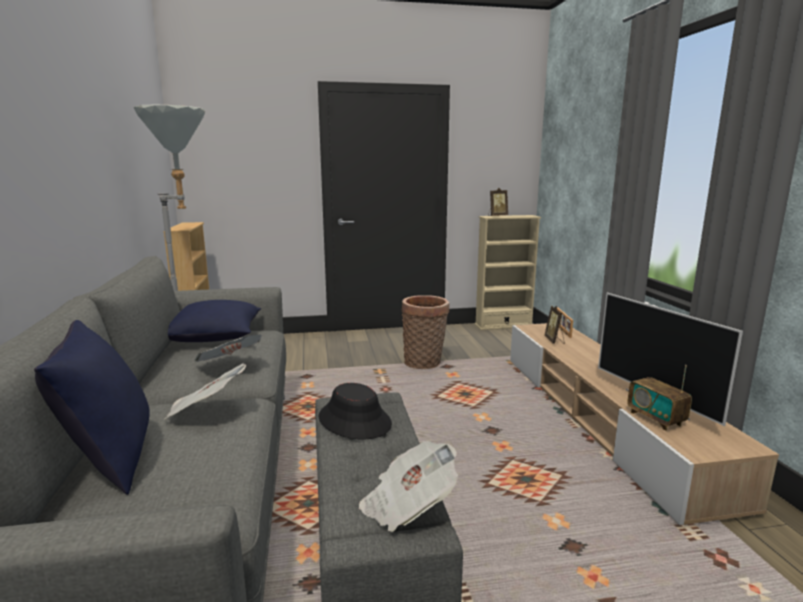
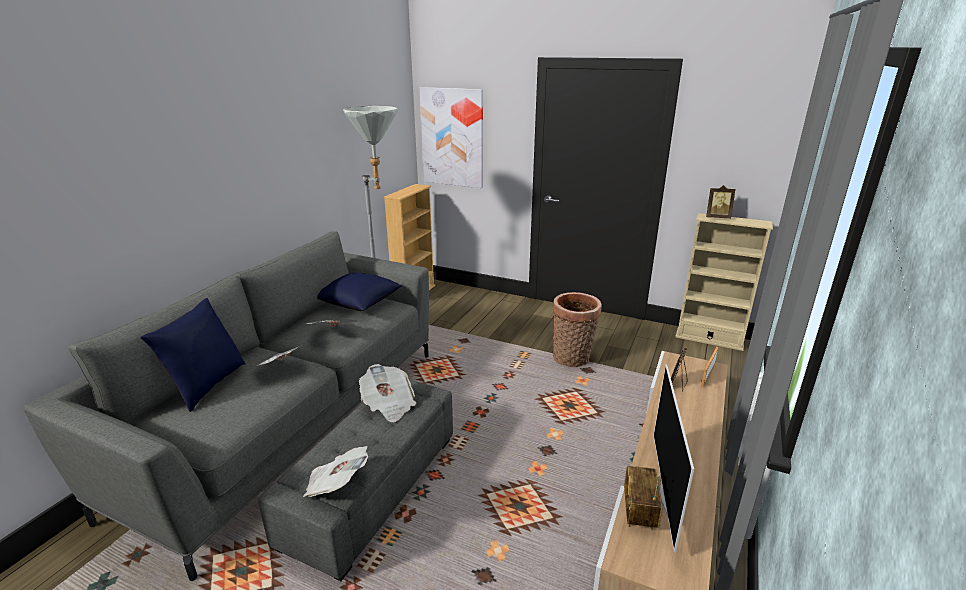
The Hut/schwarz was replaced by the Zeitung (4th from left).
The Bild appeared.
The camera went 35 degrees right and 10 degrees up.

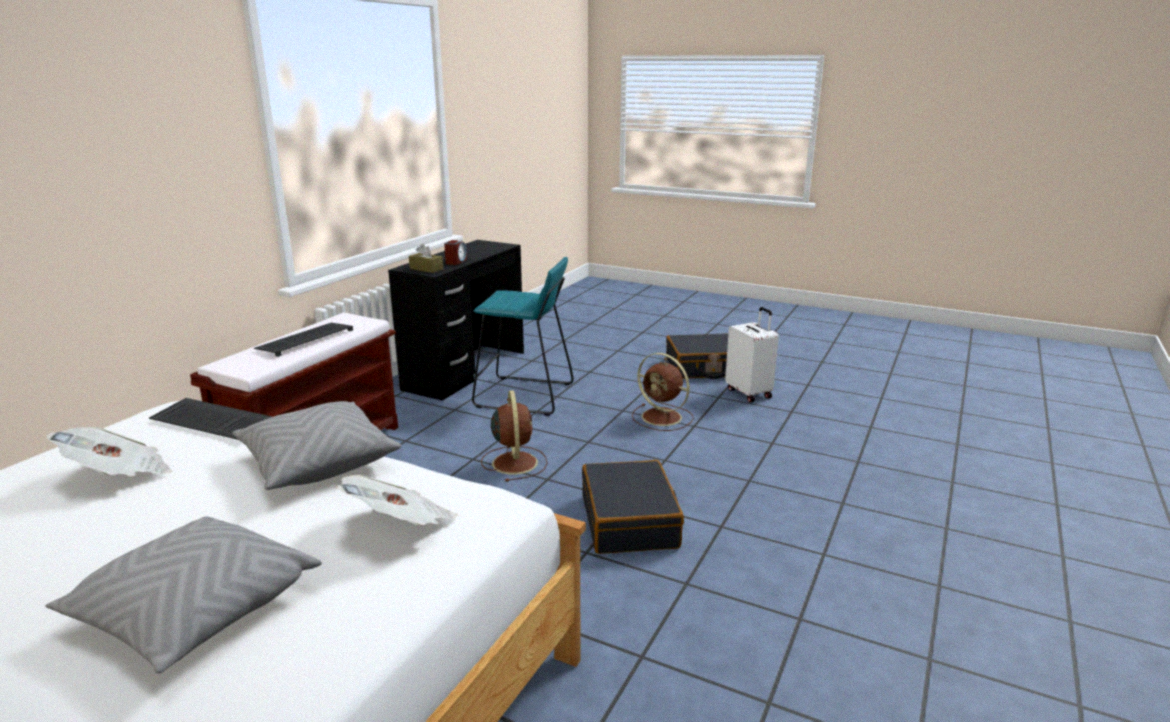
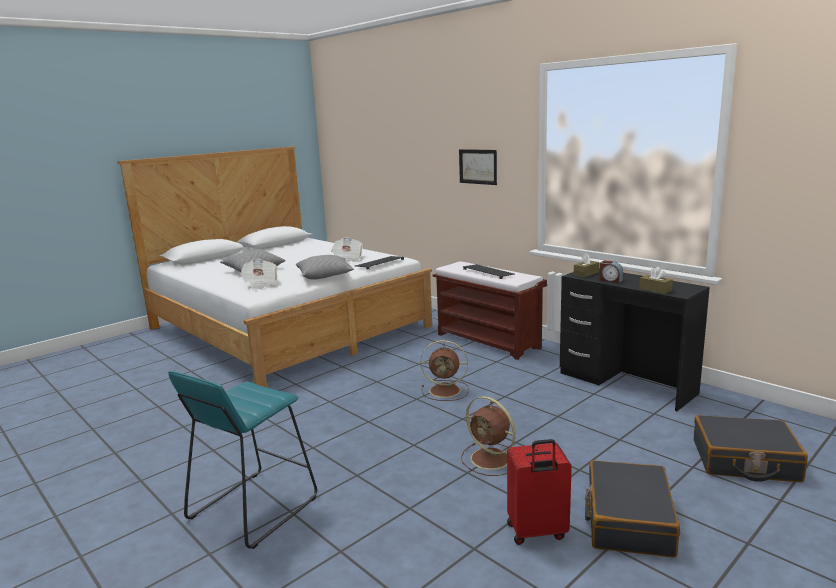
The Hocker/türkis moved.
The Koffer/weiß became the Koffer/rot.
The Ventilator/braun (2nd from left) turned 105 degrees counterclockwise.
The Koffer/schwarz (1st from left in the first image) moved.
The Bild appeared.
The Taschentuchbox/braun (2nd from left) appeared.
The camera went 110 degrees right and 5 degrees down.

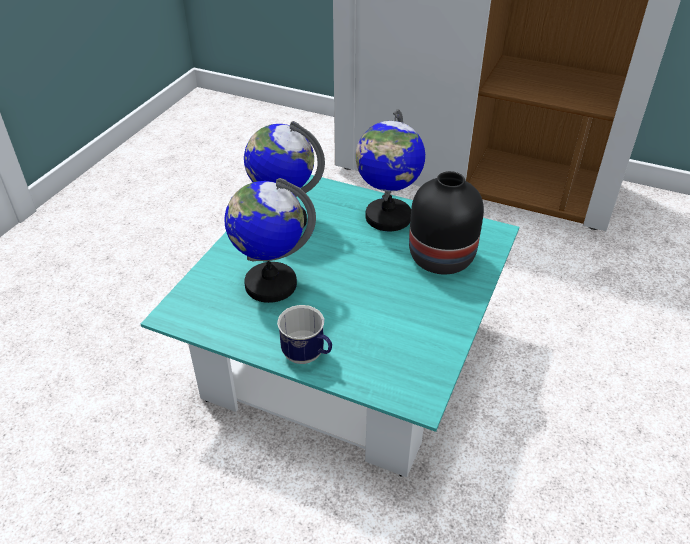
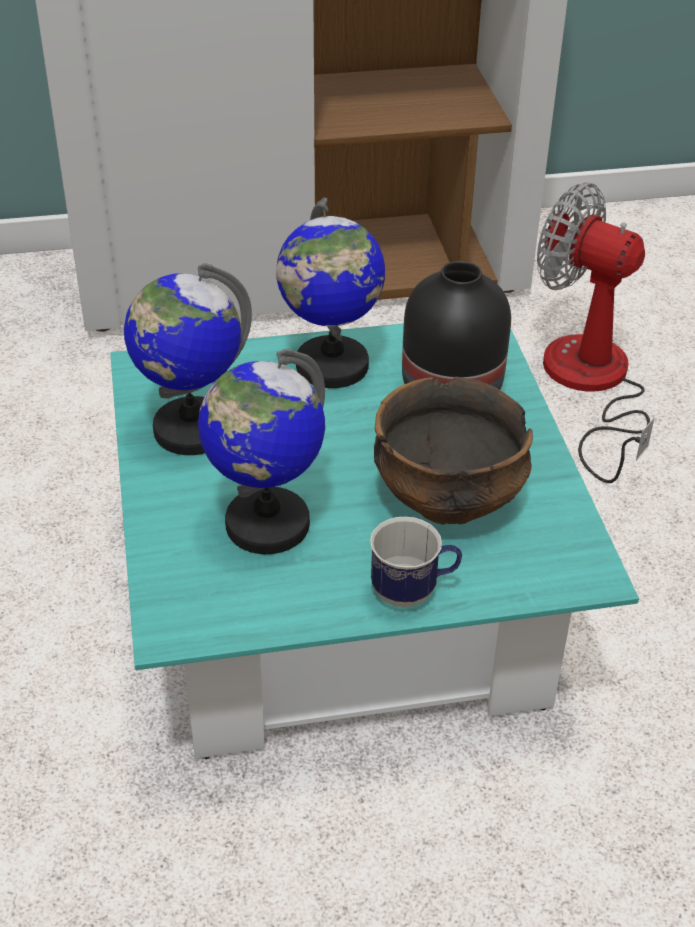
The Ventilator appeared.
The Schüssel appeared.
The camera went 35 degrees left and 0 degrees up.

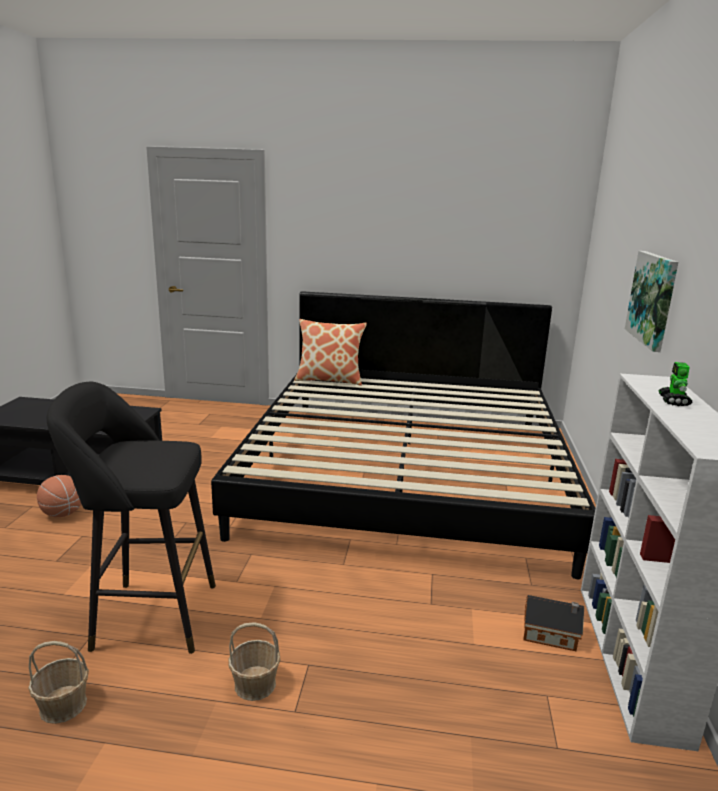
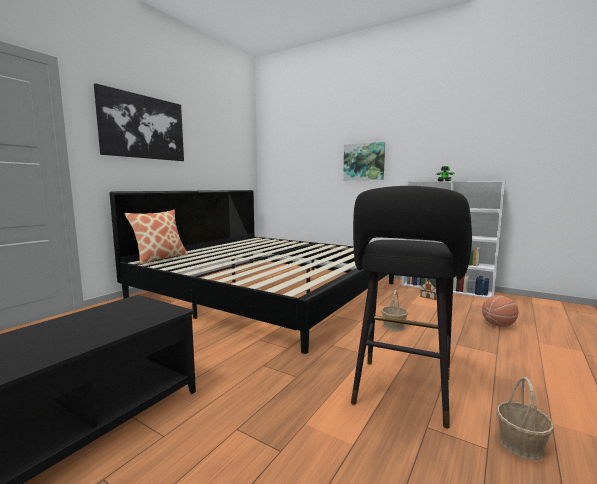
The Basketball moved.
The Korb (2nd from left in the first image) moved.
The Bild (1st from left) appeared.
The camera went 65 degrees left and 10 degrees down.

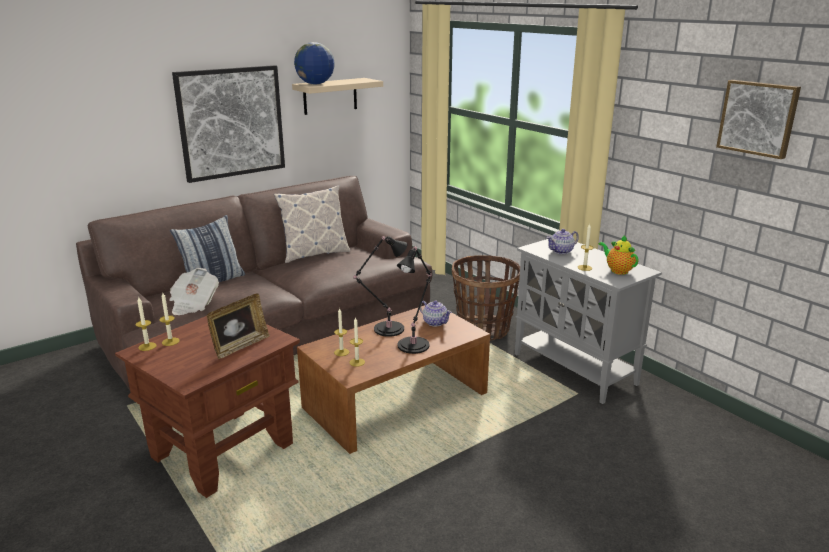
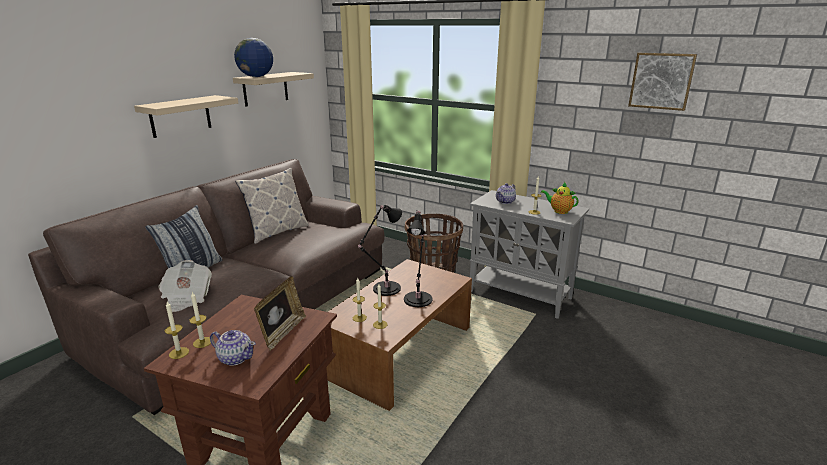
The Bild (1st from left) was replaced by the Wandregal/beige (1st from left).
The Teekanne (1st from left) moved.
The camera went 20 degrees left and 0 degrees up.

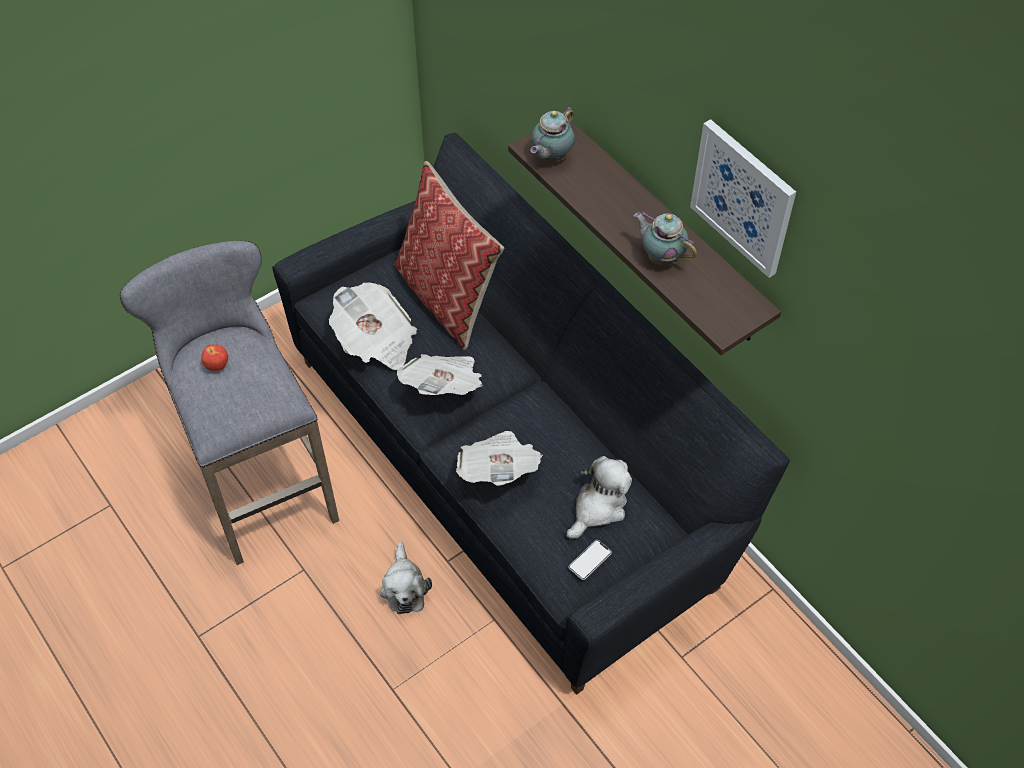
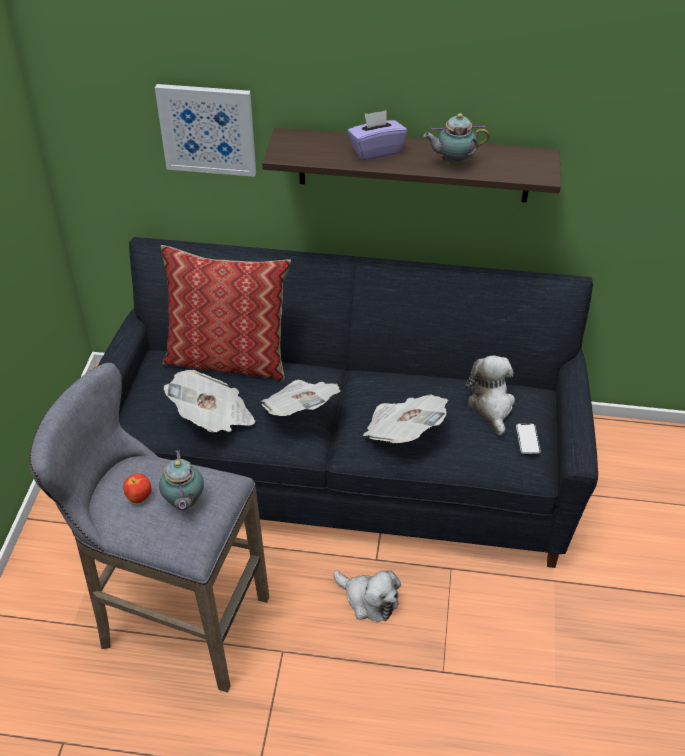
The Teekanne (1st from left) moved.
The Bild moved.
The Taschentuchbox/lila appeared.
The camera went 45 degrees left and 10 degrees down.

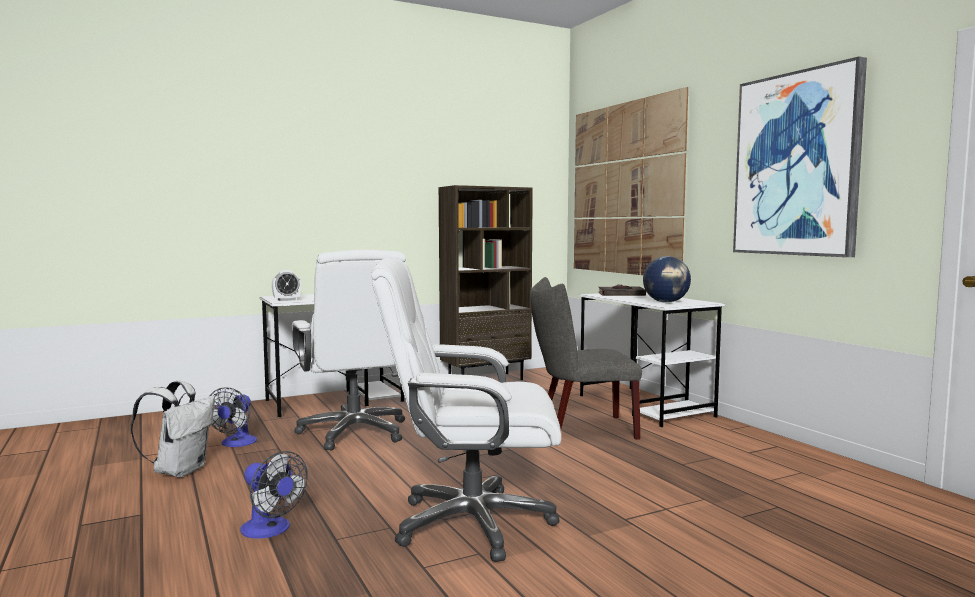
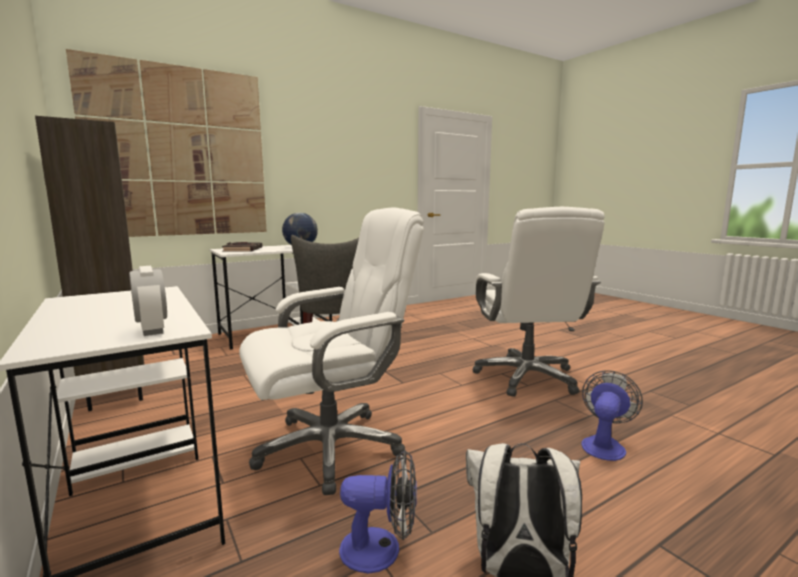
The Bild (2nd from left) disappeared.
The camera went 95 degrees left and 5 degrees up.

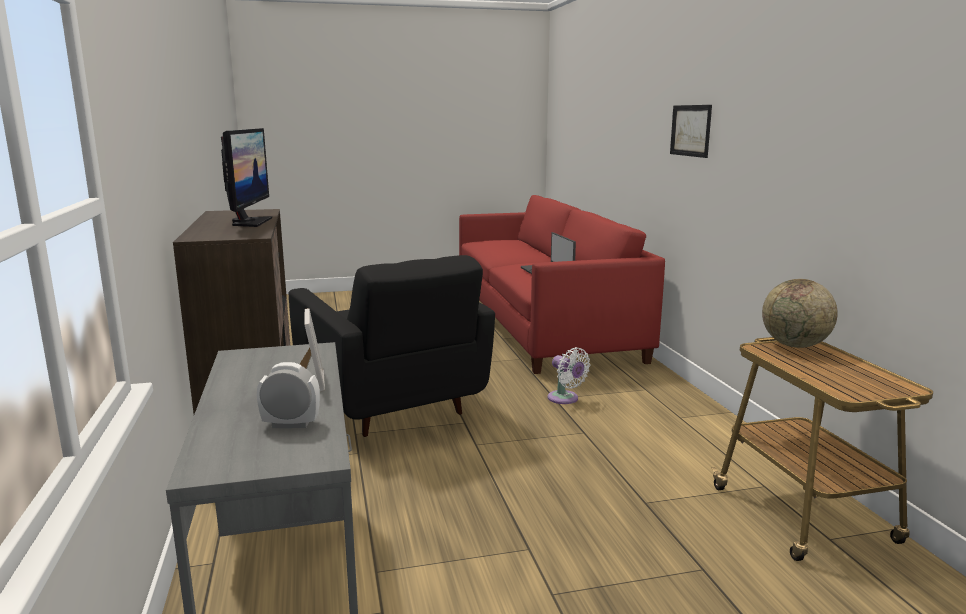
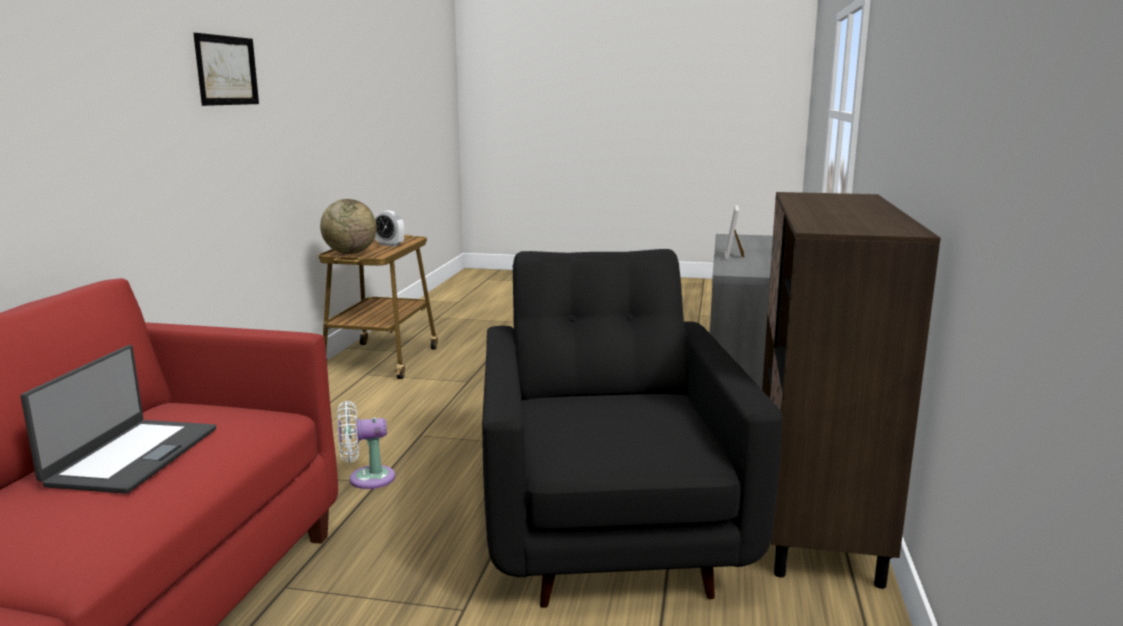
The Bild moved.
The Monitor disappeared.
The Ventilator/weiß turned 90 degrees counterclockwise.
The Wecker moved.
The camera went 155 degrees left and 0 degrees up.

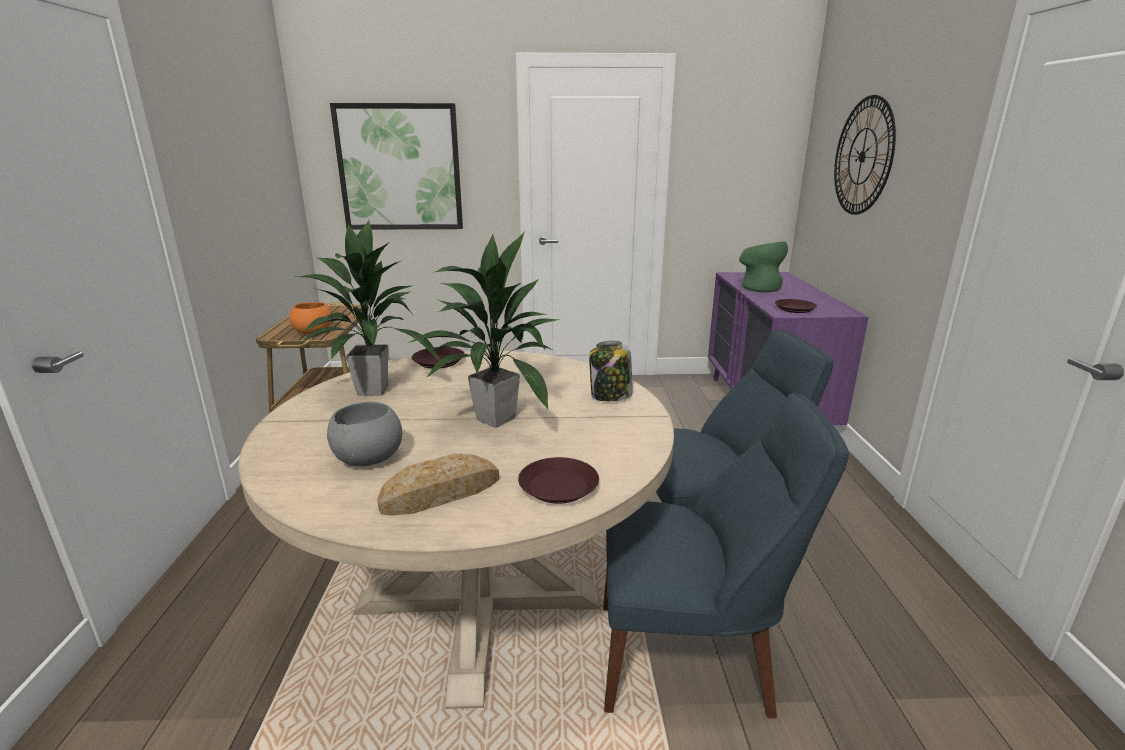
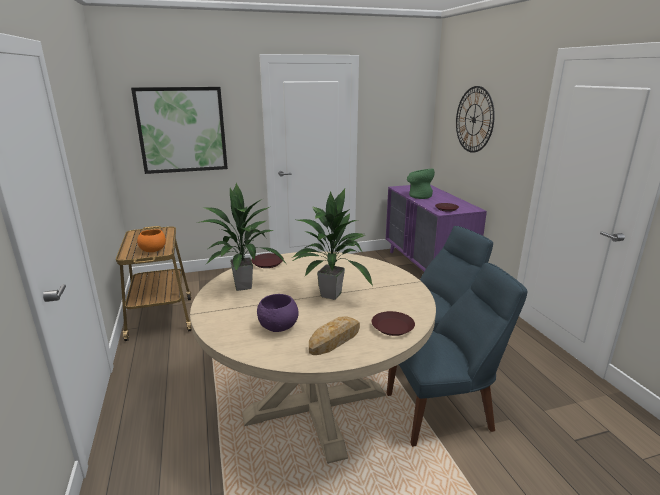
The Vorratsglas disappeared.
The Schüssel/grau became the Schüssel/lila.
The camera went 15 degrees left and 0 degrees up.

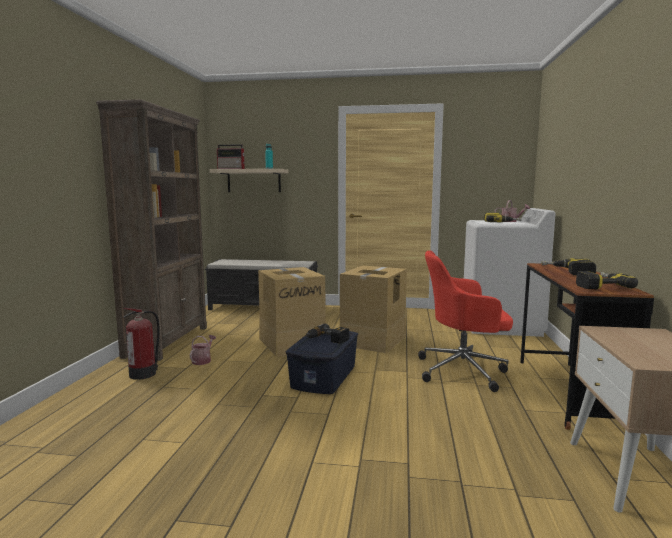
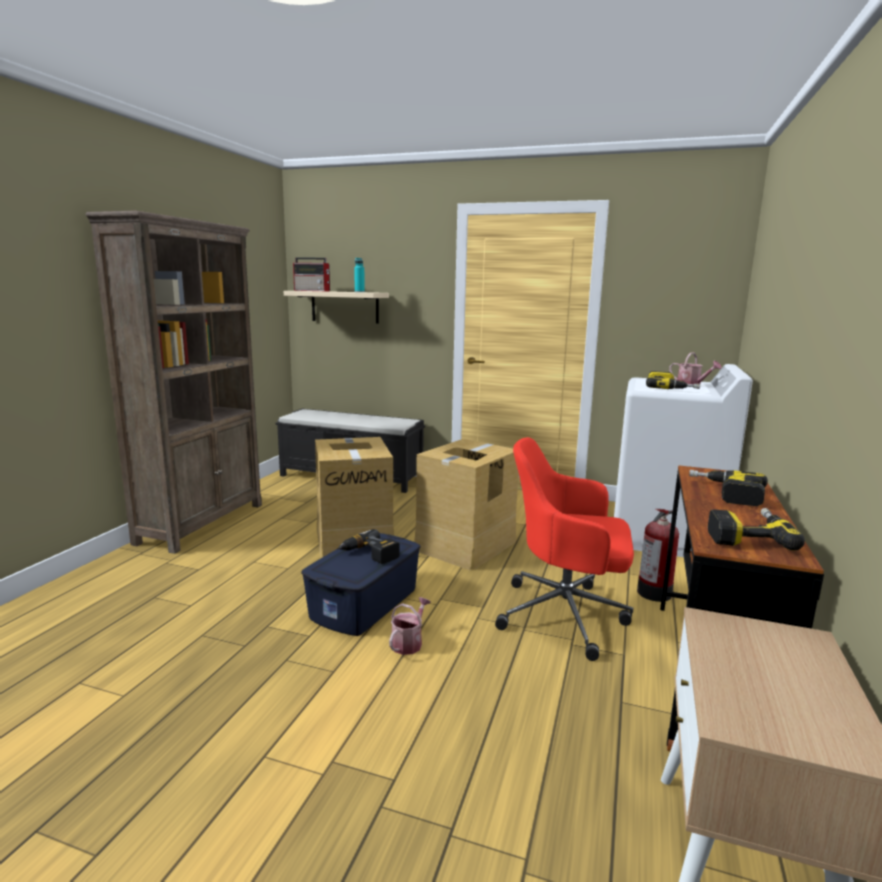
The Feuerlöscher moved.
The Gießkanne (1st from left) moved.
The camera went 10 degrees right and 5 degrees up.

